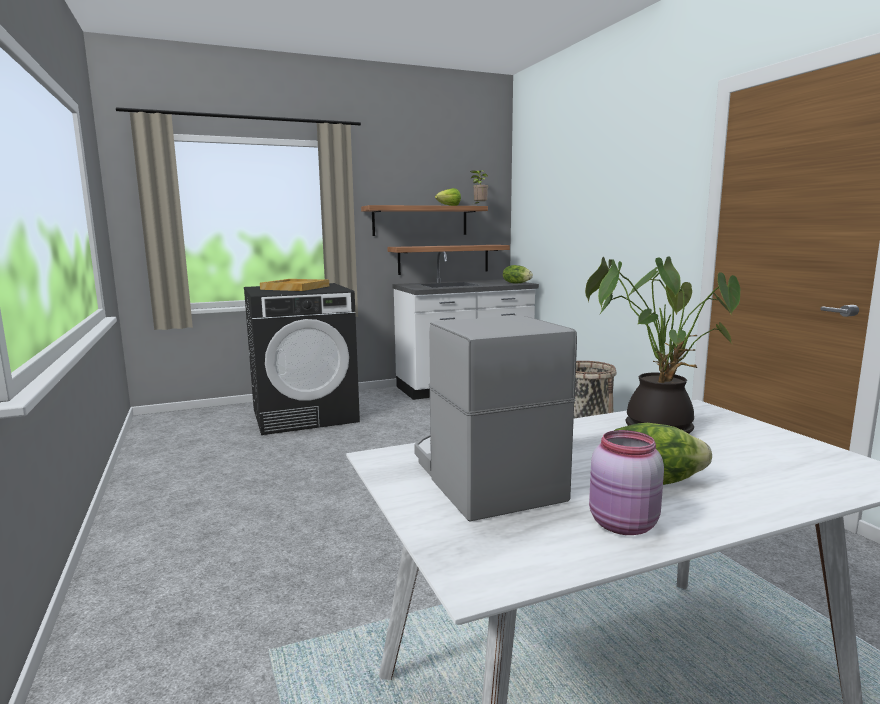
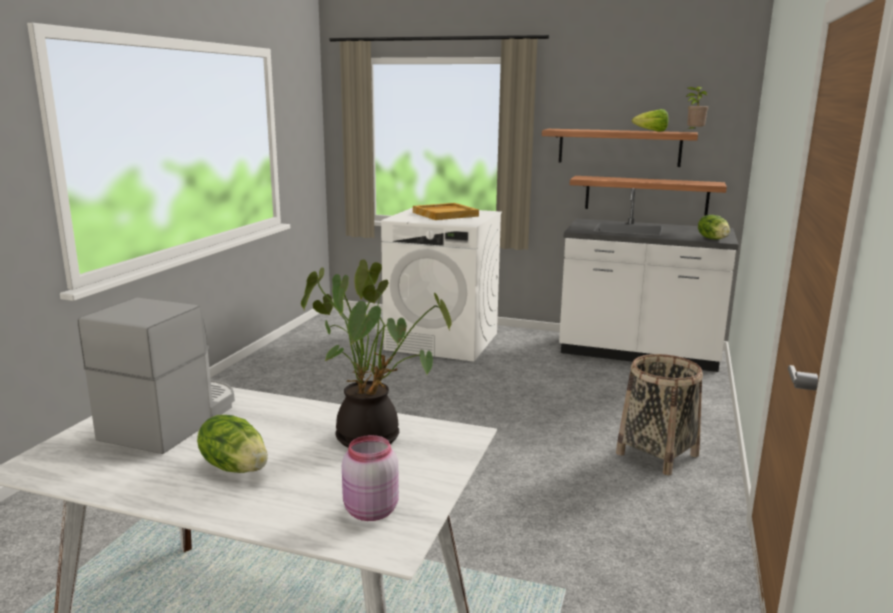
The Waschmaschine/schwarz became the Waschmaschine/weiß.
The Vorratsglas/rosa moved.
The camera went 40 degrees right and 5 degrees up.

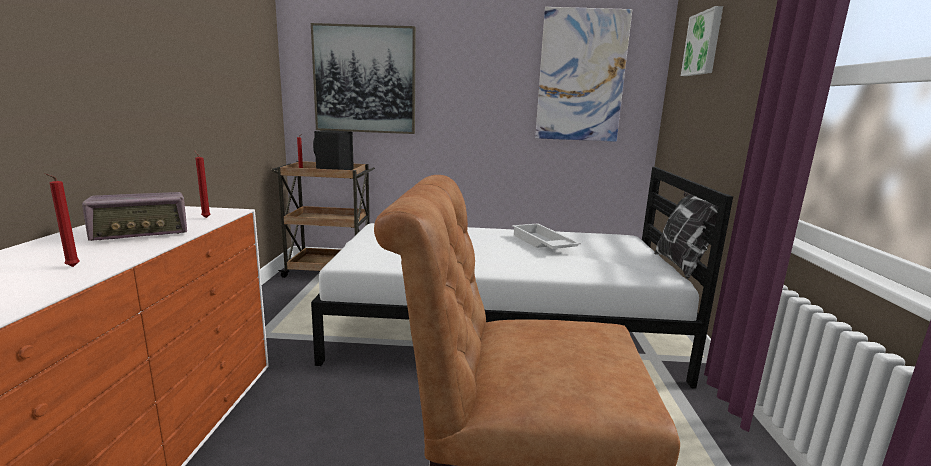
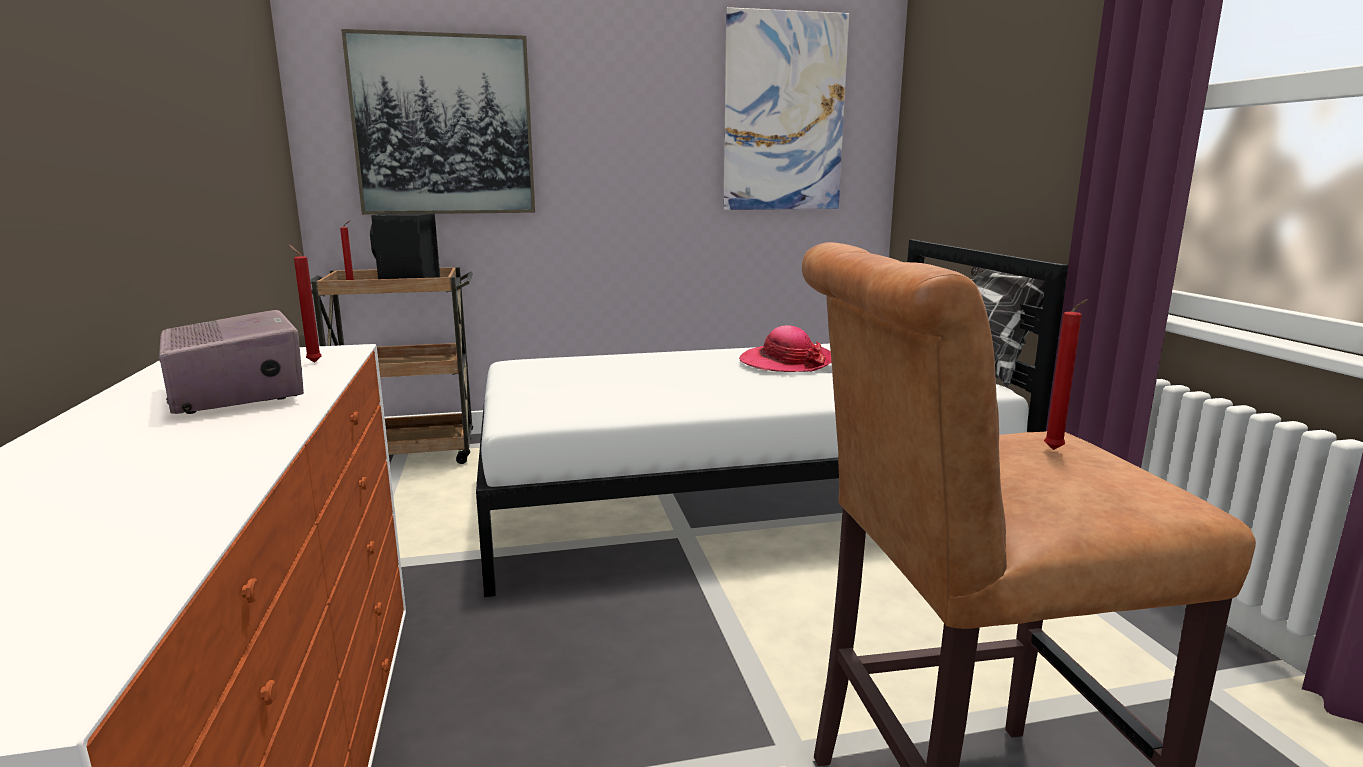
The Bild (3rd from left) disappeared.
The Kerze/rot (1st from left in the first image) moved.
The Radio turned 75 degrees counterclockwise.
The Tablett/weiß was replaced by the Hut.
The camera went 15 degrees left and 0 degrees up.

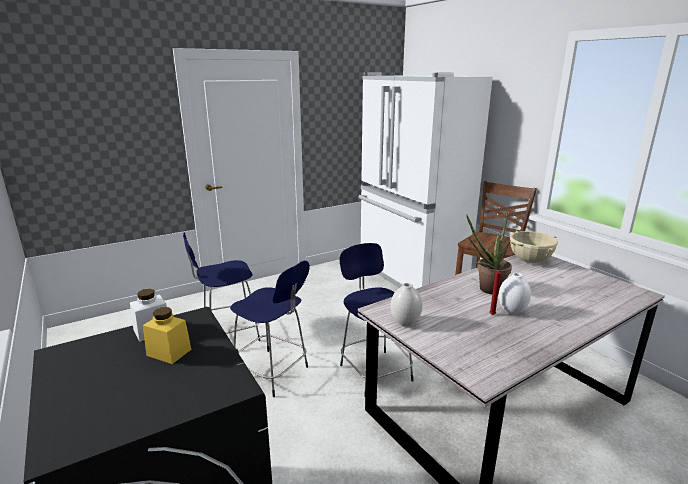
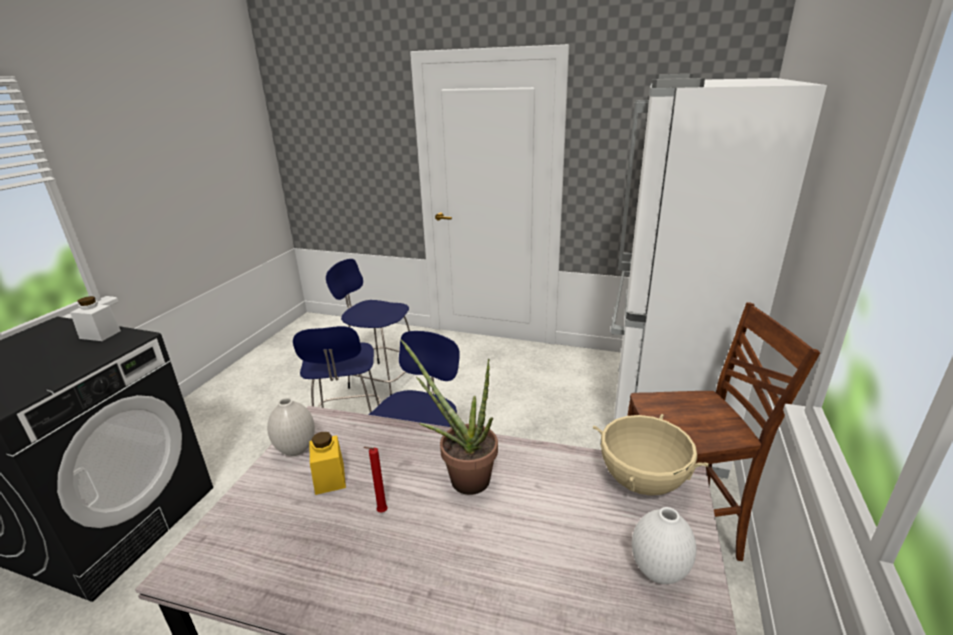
The Vase/weiß (2nd from left) moved.
The Vorratsglas/gelb moved.
The camera went 50 degrees right and 5 degrees up.

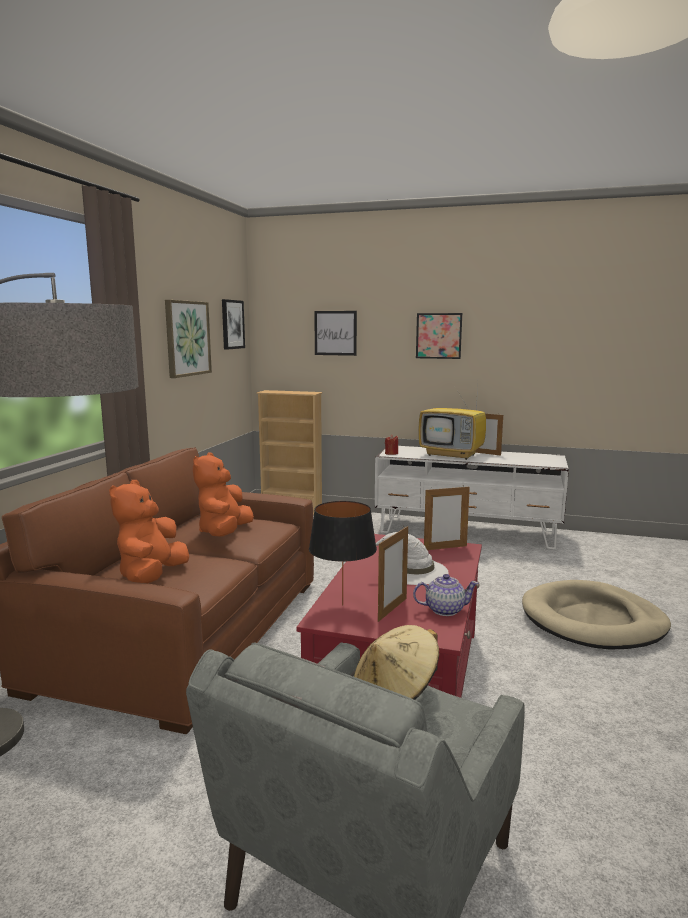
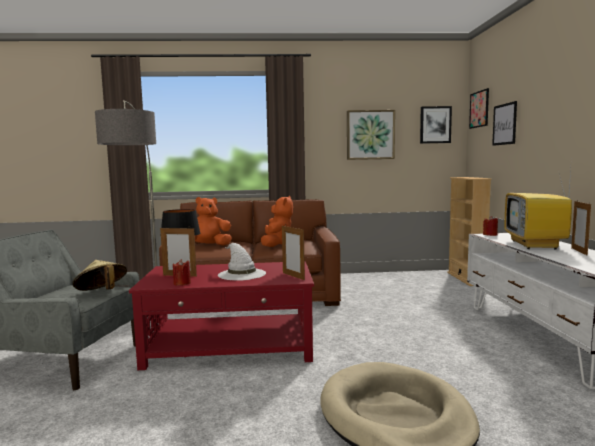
The Bild (4th from left in the first image) moved.
The Plüschtier/orange (2nd from left) turned 105 degrees clockwise.
The Teekanne was replaced by the Kerze/rot (1st from left).
The camera went 70 degrees right and 5 degrees down.

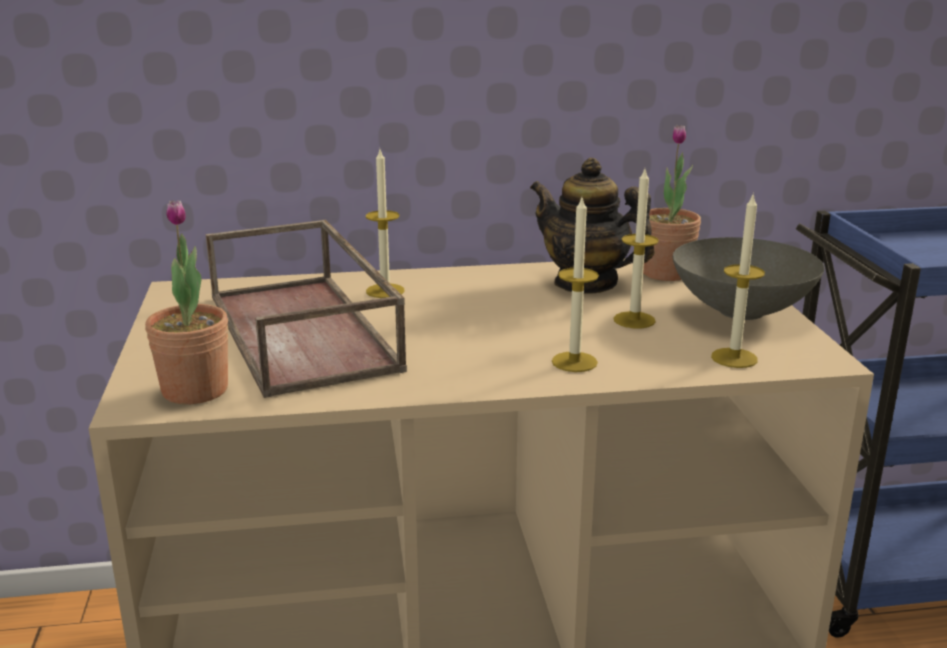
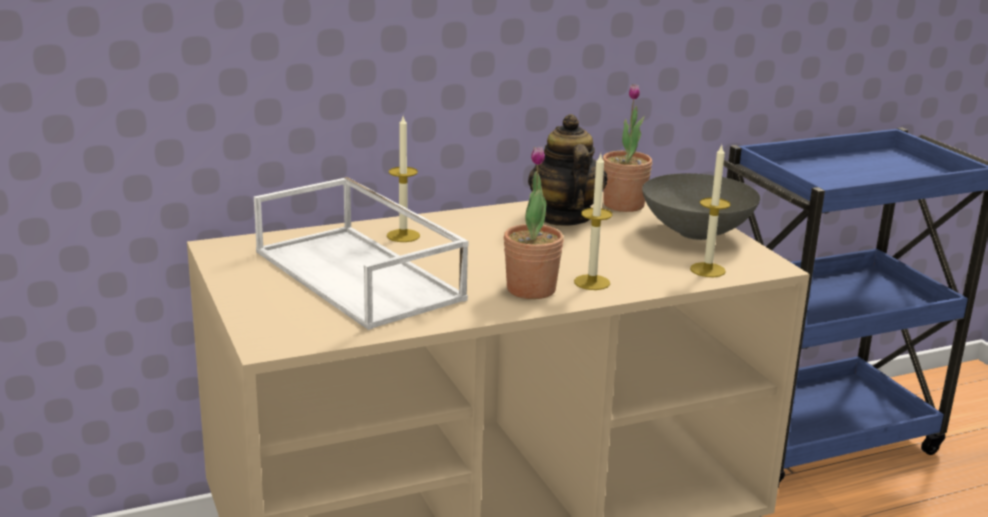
The Teekanne turned 60 degrees clockwise.
The Kerze (3rd from left) disappeared.
The Topfpflanze (1st from left) moved.
The Tablett/braun became the Tablett/weiß.
The camera went 15 degrees left and 0 degrees up.

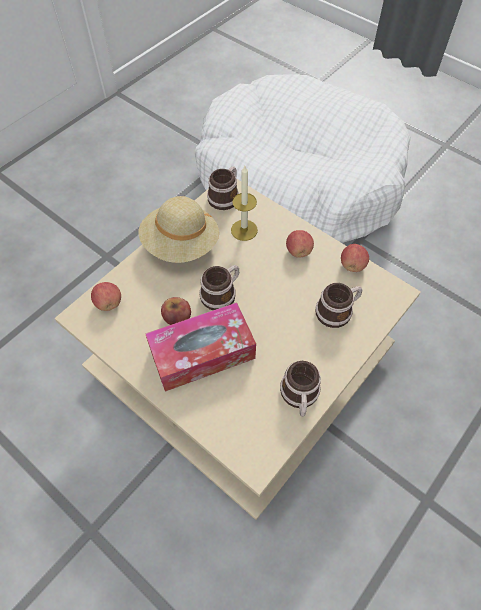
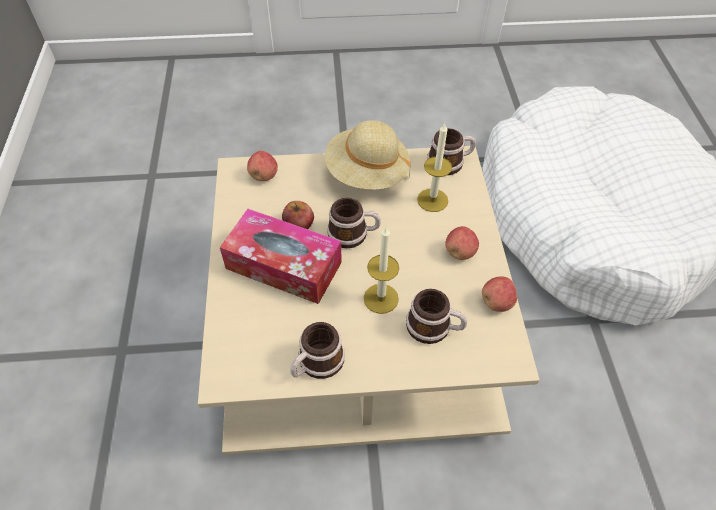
The Kerze (1st from left) appeared.
The camera went 45 degrees right and 5 degrees down.

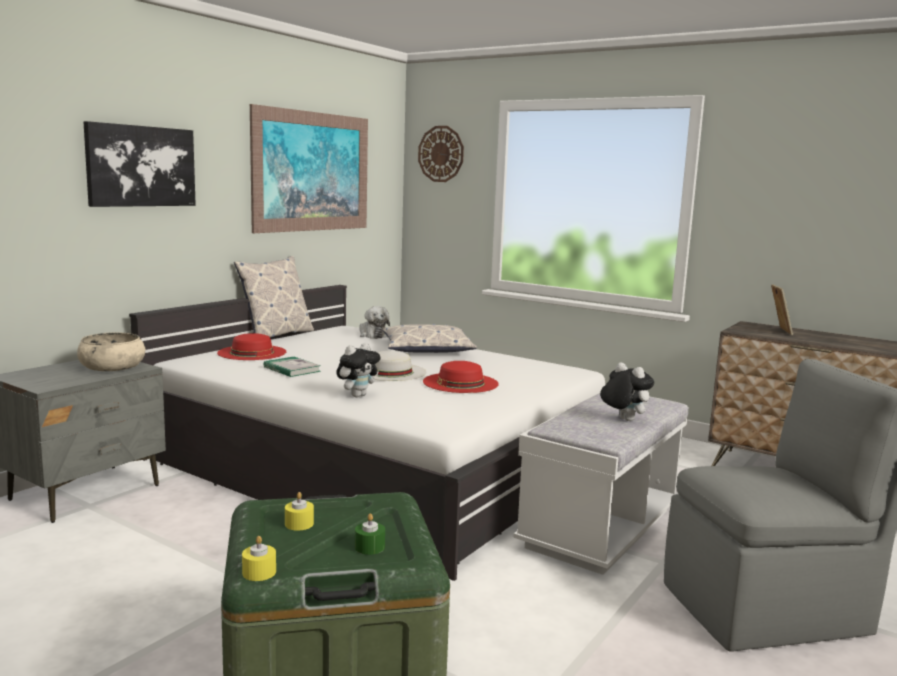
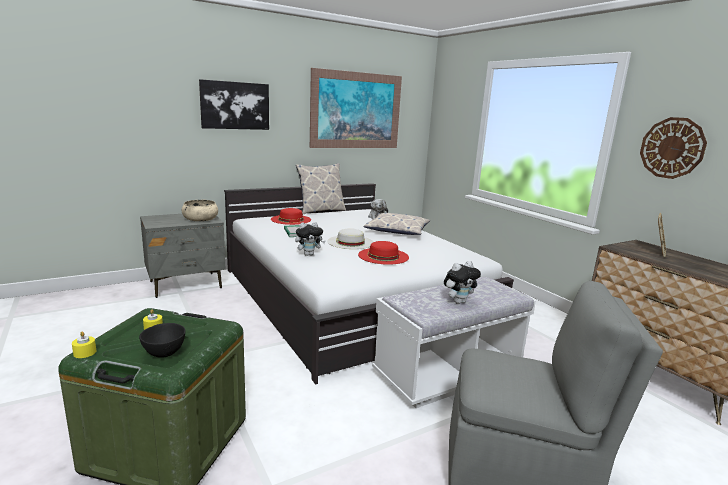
The Wanduhr moved.
The Plüschtier (3rd from left) turned 75 degrees clockwise.
The Kerze/grün was replaced by the Schüssel/schwarz.
The camera went 25 degrees right and 5 degrees up.

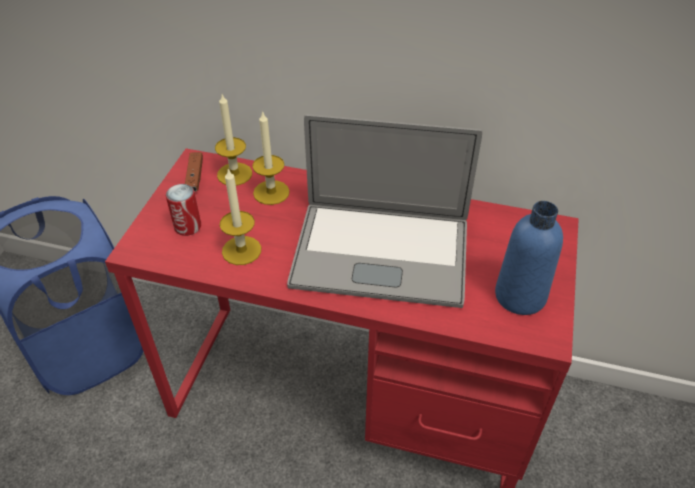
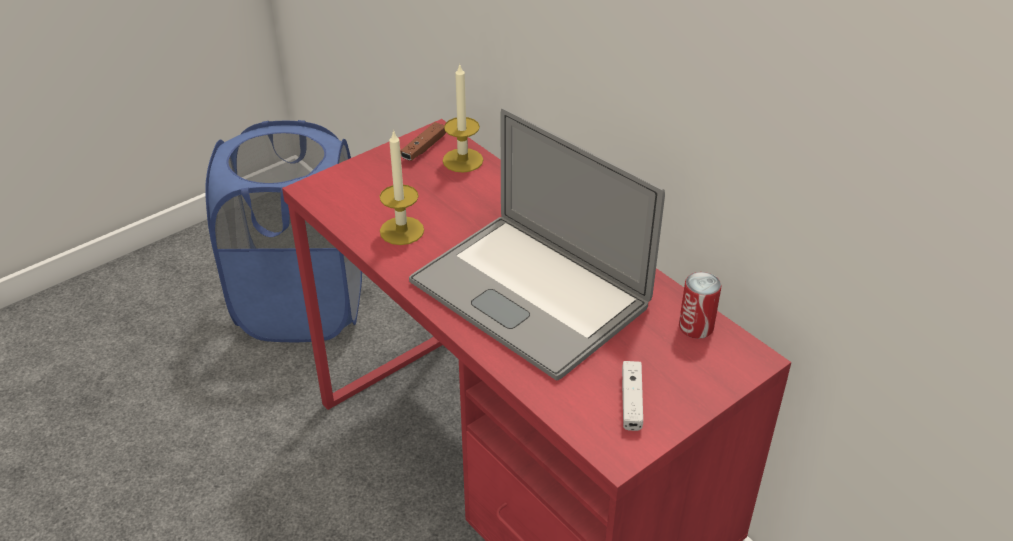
The Kerze (3rd from left) disappeared.
The Dose moved.
The Flasche/blau was replaced by the Gamepad/weiß.
The camera went 35 degrees right and 5 degrees down.

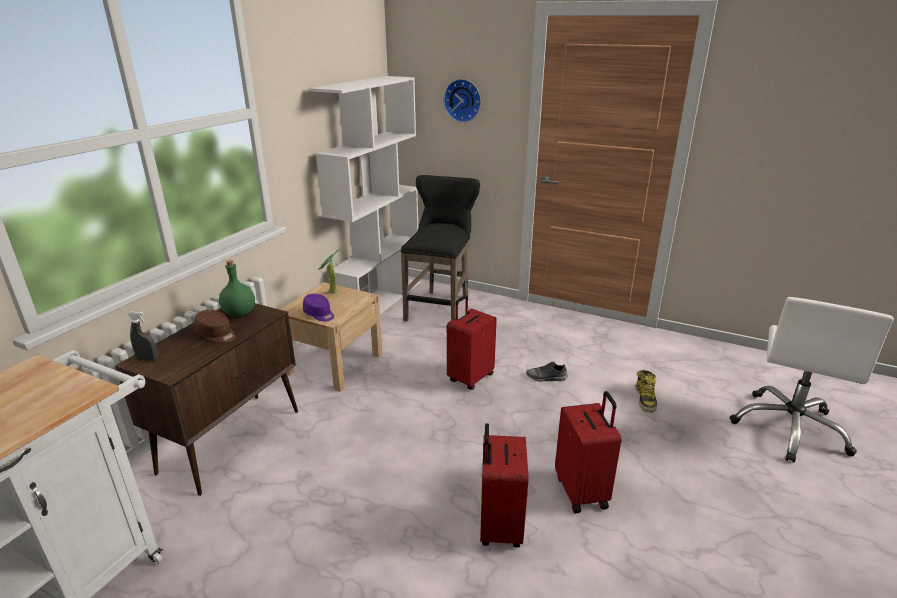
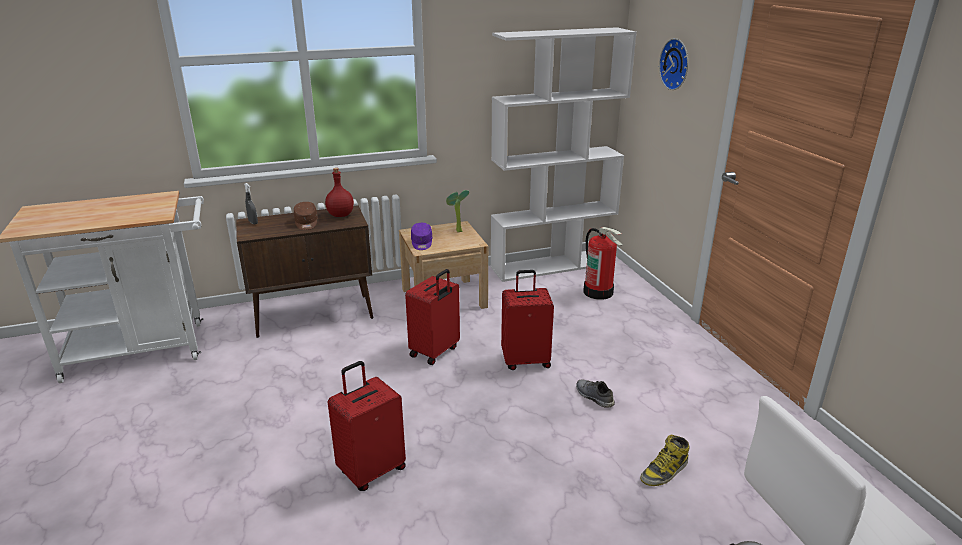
The Hocker/schwarz was replaced by the Feuerlöscher.
The Flasche/grün became the Flasche/rot.
The Koffer/rot (3rd from left in the first image) moved.
The camera went 45 degrees right and 0 degrees up.

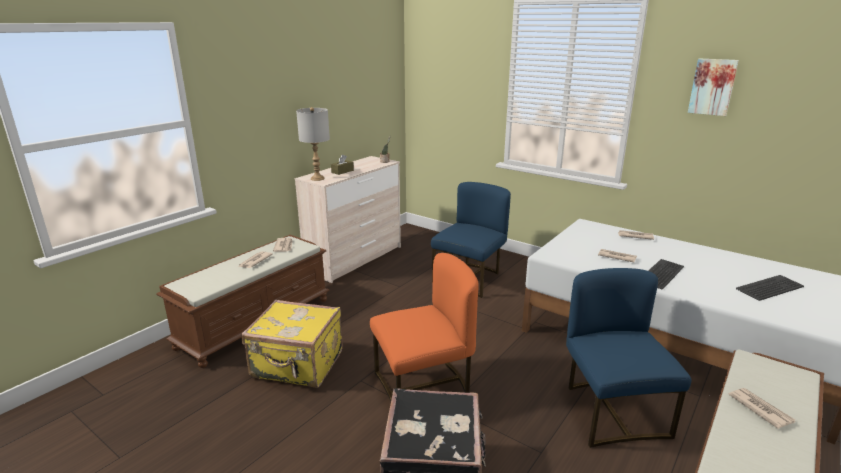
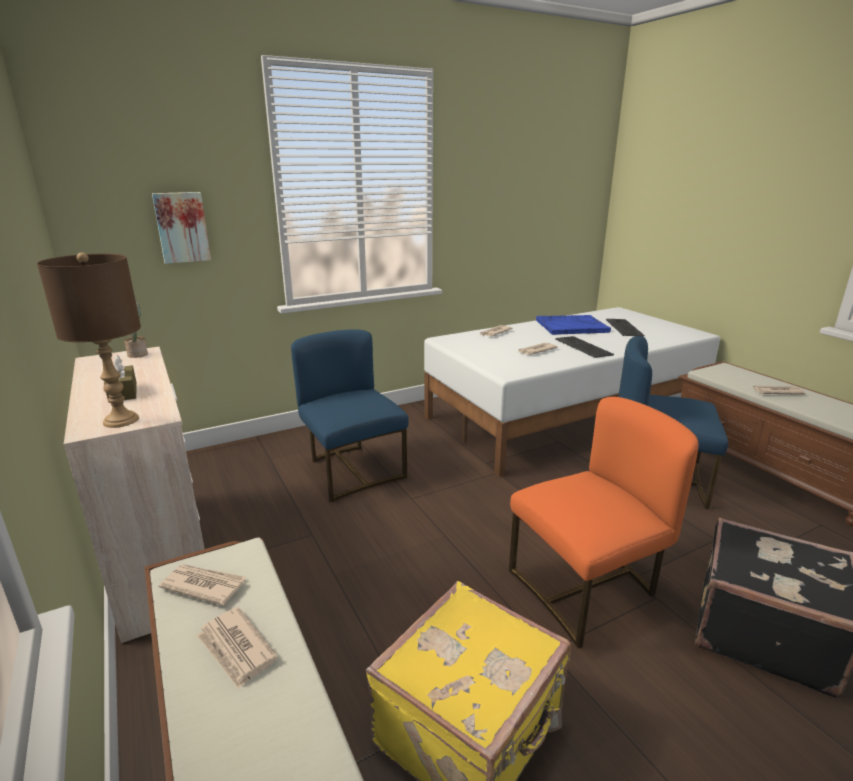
The Bild moved.
The Tischlampe/grau became the Tischlampe/braun.
The Stuhl/orange turned 60 degrees clockwise.
The Tablett/blau appeared.
The camera went 65 degrees left and 0 degrees up.

